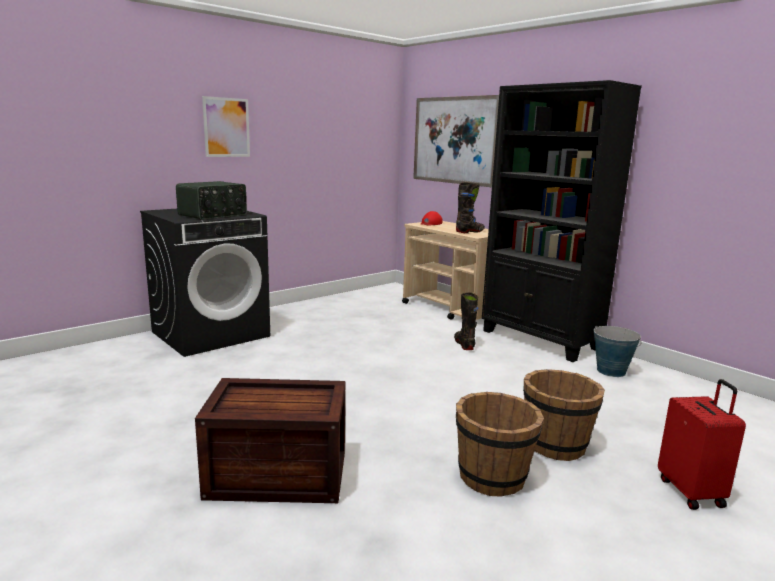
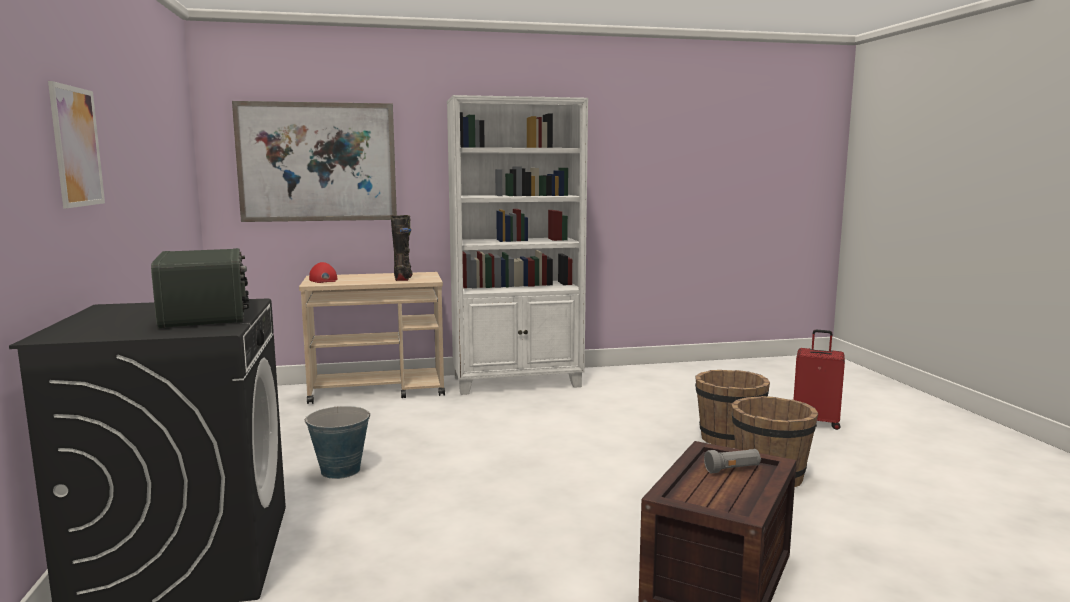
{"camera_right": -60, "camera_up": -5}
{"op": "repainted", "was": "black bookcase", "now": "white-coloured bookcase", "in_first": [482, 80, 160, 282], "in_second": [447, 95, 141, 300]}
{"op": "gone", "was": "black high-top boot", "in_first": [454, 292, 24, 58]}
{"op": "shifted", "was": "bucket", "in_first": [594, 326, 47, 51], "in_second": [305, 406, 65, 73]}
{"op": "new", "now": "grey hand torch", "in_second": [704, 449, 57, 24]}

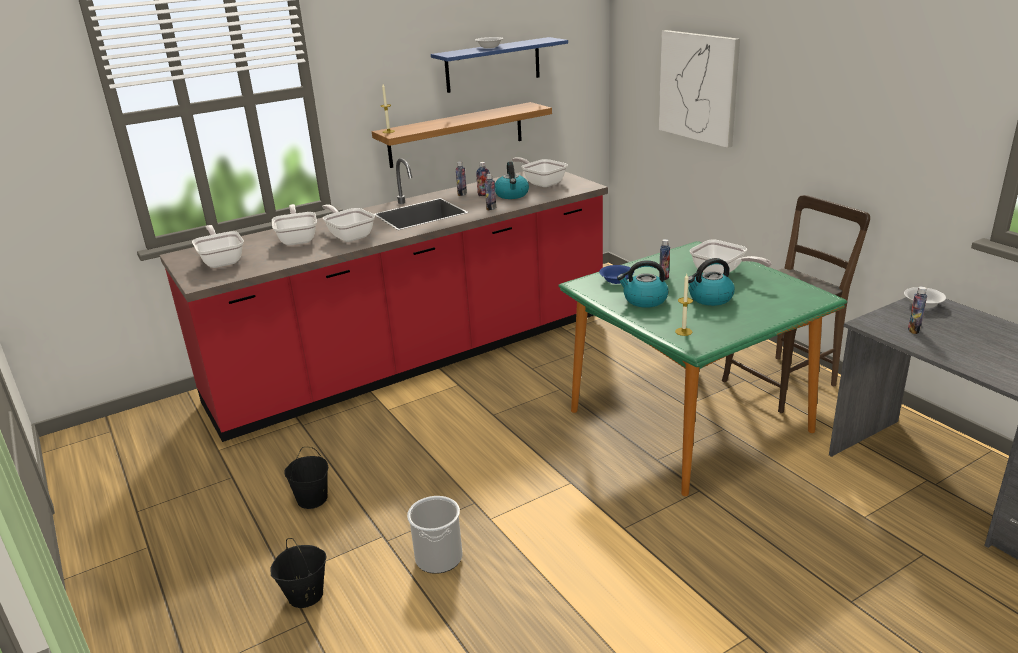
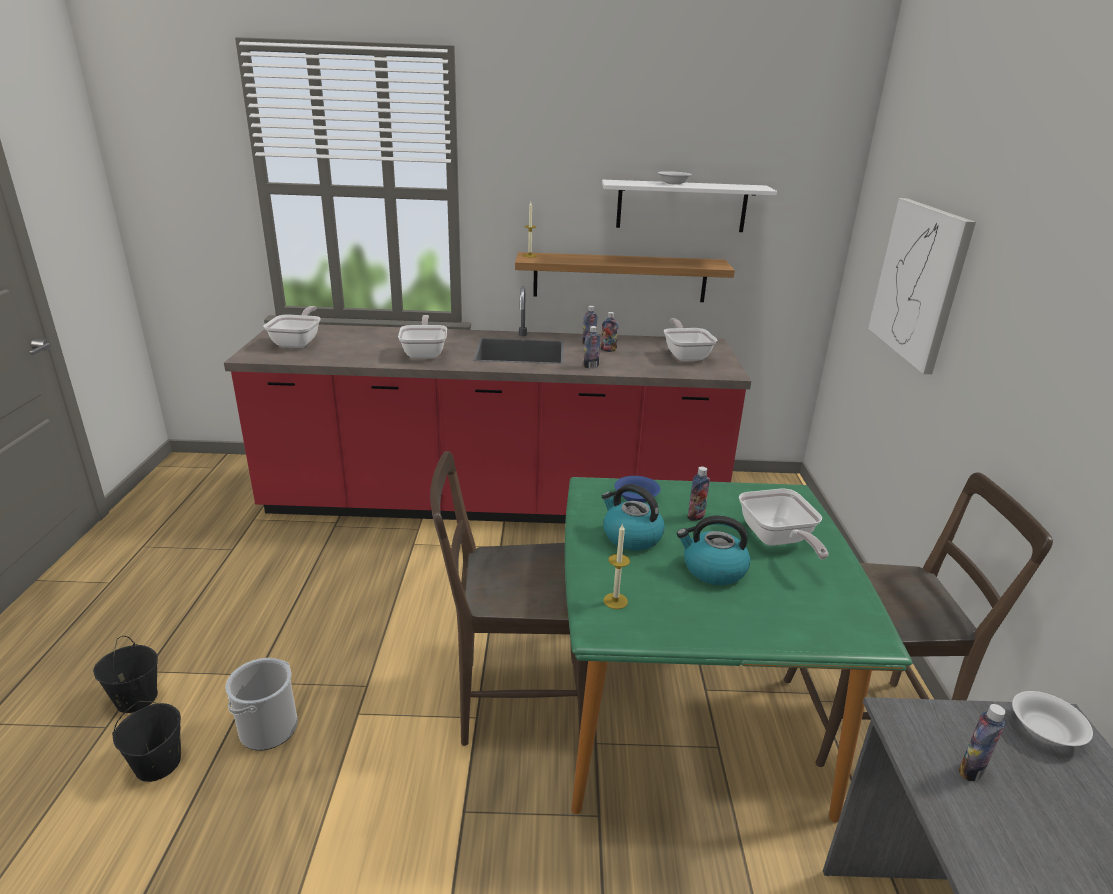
{"camera_right": 30, "camera_up": 0}
{"op": "repainted", "was": "bluish wall shelf", "now": "white-coloured wall shelf", "in_first": [431, 37, 137, 56], "in_second": [602, 180, 175, 52]}
{"op": "gone", "was": "tea kettle", "in_first": [495, 162, 34, 37]}
{"op": "gone", "was": "frying pan", "in_first": [272, 204, 45, 41]}
{"op": "shifted", "was": "black bucket", "in_first": [284, 447, 44, 62], "in_second": [112, 701, 69, 81]}
{"op": "new", "now": "brown chair", "in_second": [430, 451, 158, 295]}

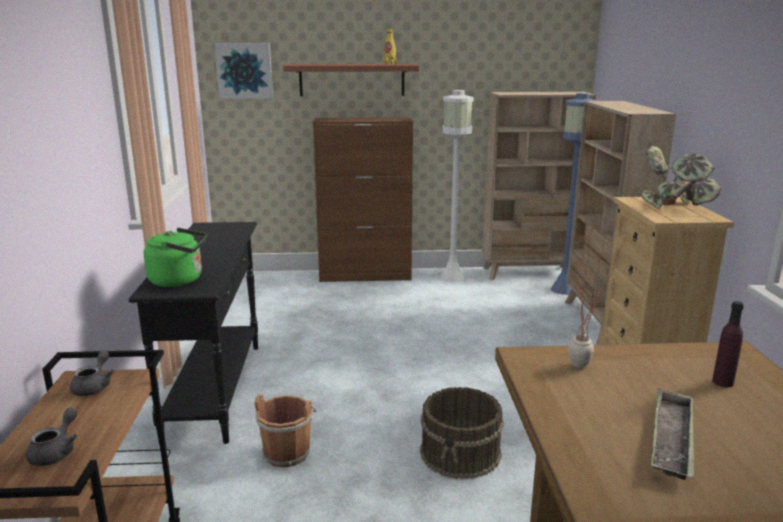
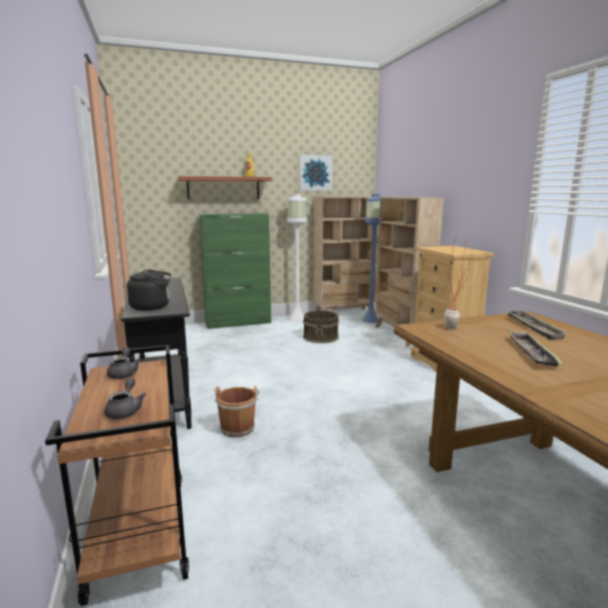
{"camera_right": -15, "camera_up": -5}
{"op": "shifted", "was": "wall picture", "in_first": [214, 43, 59, 56], "in_second": [299, 154, 34, 36]}
{"op": "repainted", "was": "brown storage cabinet", "now": "greenish storage cabinet", "in_first": [313, 117, 100, 165], "in_second": [199, 213, 72, 116]}
{"op": "gone", "was": "plant in a pot", "in_first": [640, 146, 81, 63]}
{"op": "repainted", "was": "greenish tea kettle", "now": "black tea kettle", "in_first": [144, 228, 63, 59], "in_second": [127, 269, 44, 42]}
{"op": "swapped", "was": "purplish drink bottle", "now": "carrying tray", "in_first": [712, 301, 32, 86], "in_second": [505, 310, 64, 30]}
{"op": "shifted", "was": "brown bucket", "in_first": [420, 387, 84, 92], "in_second": [303, 310, 36, 33]}

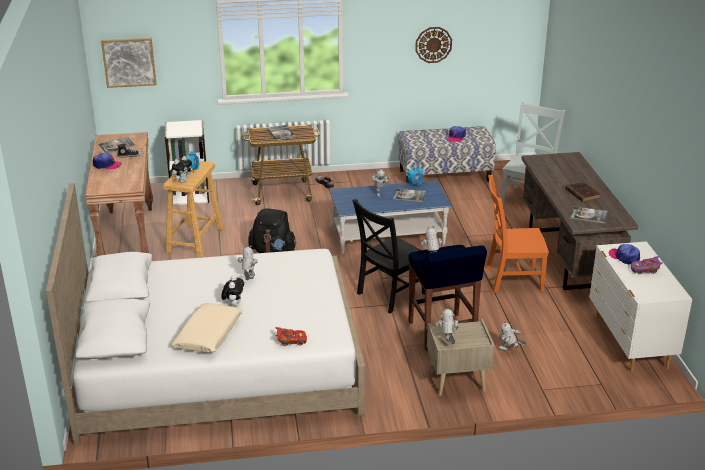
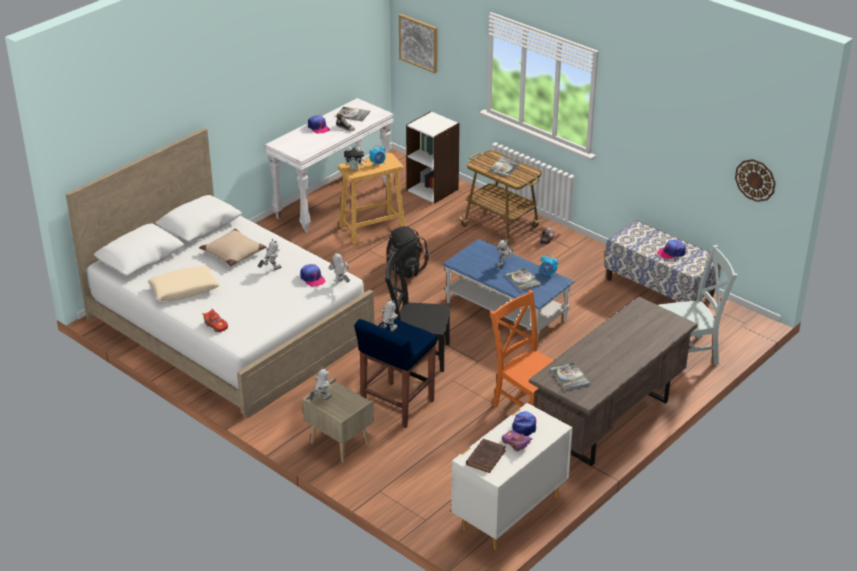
{"camera_right": 50, "camera_up": 5}
{"op": "shifted", "was": "clock on the wall", "in_first": [415, 27, 37, 36], "in_second": [735, 159, 41, 43]}
{"op": "repainted", "was": "brown console table", "now": "white-coloured console table", "in_first": [85, 132, 68, 124], "in_second": [265, 98, 129, 135]}
{"op": "shifted", "was": "brown bound book", "in_first": [565, 181, 36, 21], "in_second": [466, 438, 40, 35]}
{"op": "gone", "was": "cuddly toy", "in_first": [221, 275, 23, 32]}
{"op": "shifted", "was": "toy robot", "in_first": [497, 321, 30, 30], "in_second": [329, 251, 21, 32]}
{"op": "new", "now": "beige cushion", "in_second": [199, 229, 67, 37]}
{"op": "new", "now": "baseball cap", "in_second": [300, 264, 25, 23]}

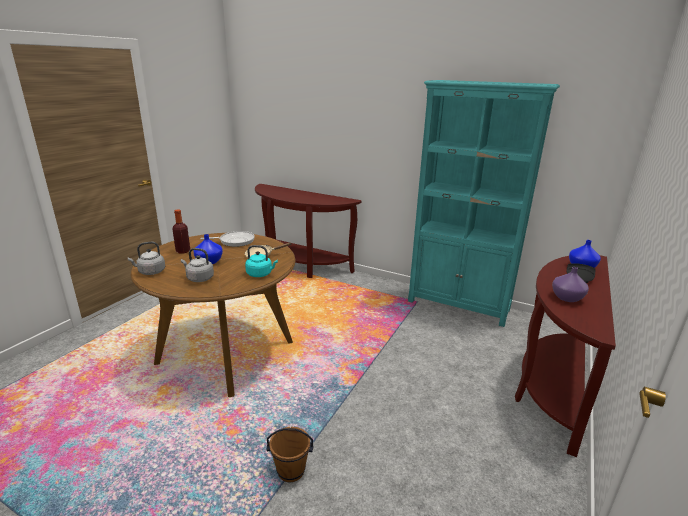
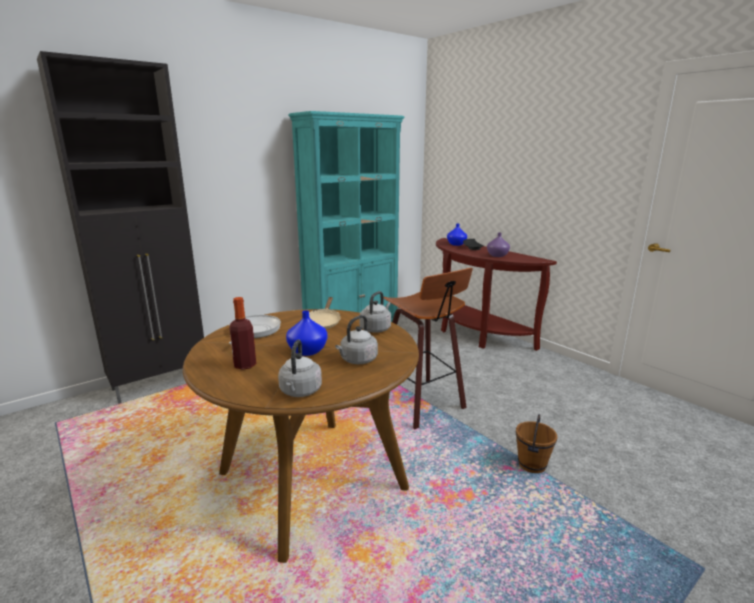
{"camera_right": -65, "camera_up": -5}
{"op": "swapped", "was": "brown console table", "now": "black storage cabinet", "in_first": [255, 184, 107, 94], "in_second": [37, 51, 167, 353]}
{"op": "repainted", "was": "turquoise-coloured tea kettle", "now": "grey tea kettle", "in_first": [245, 245, 33, 32], "in_second": [359, 291, 32, 42]}
{"op": "new", "now": "stool", "in_second": [384, 268, 89, 161]}

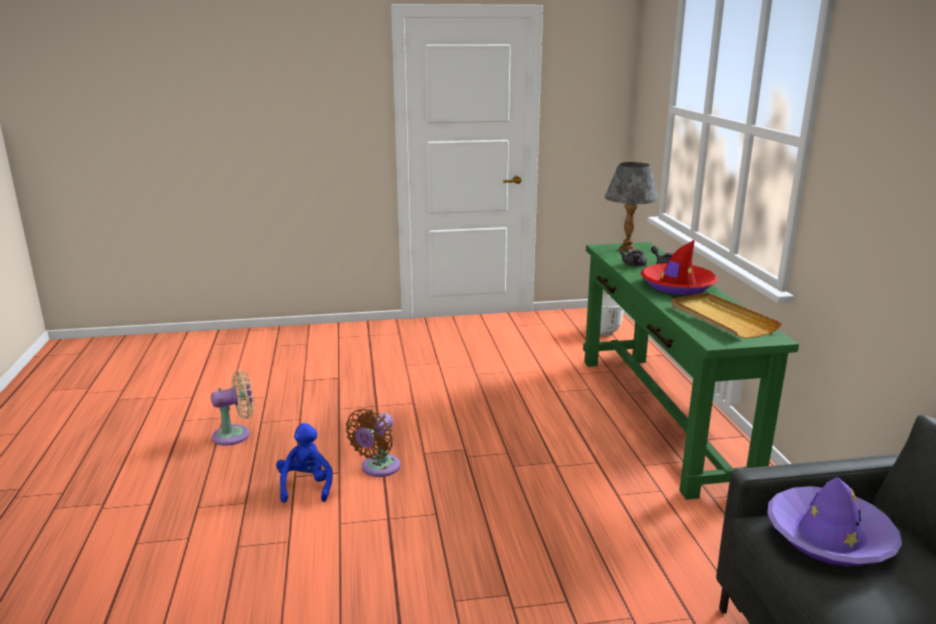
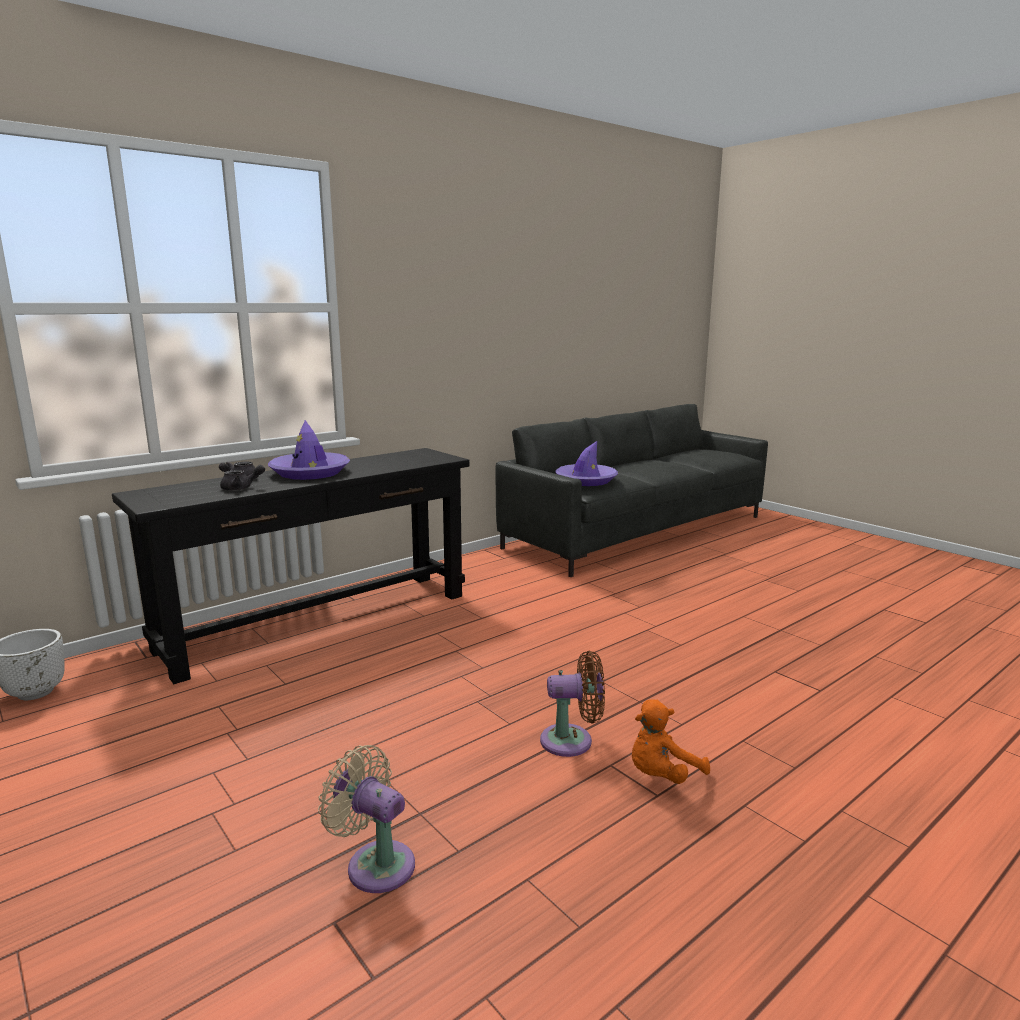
{"camera_right": -120, "camera_up": -5}
{"op": "gone", "was": "grey lamp for a table", "in_first": [605, 162, 54, 90]}
{"op": "repainted", "was": "reddish wearable hat", "now": "purplish wearable hat", "in_first": [641, 239, 77, 56], "in_second": [268, 420, 82, 60]}
{"op": "repainted", "was": "greenish console table", "now": "black console table", "in_first": [583, 242, 216, 258], "in_second": [112, 448, 357, 236]}
{"op": "gone", "was": "beige carrying tray", "in_first": [671, 293, 111, 46]}
{"op": "shifted", "was": "beige cooling fan", "in_first": [211, 371, 43, 75], "in_second": [318, 745, 97, 148]}
{"op": "repainted", "was": "bluish cuddly toy", "now": "orangey cuddly toy", "in_first": [276, 423, 57, 80], "in_second": [632, 699, 78, 85]}

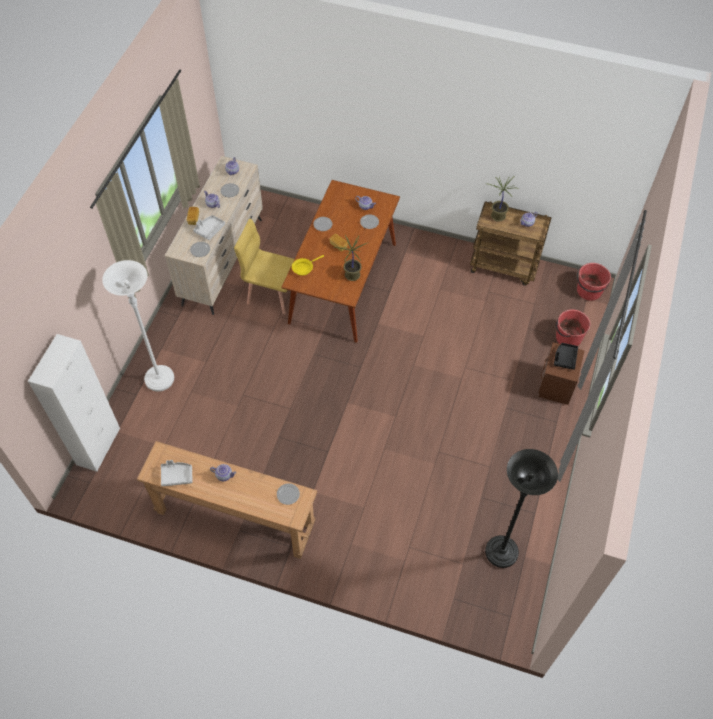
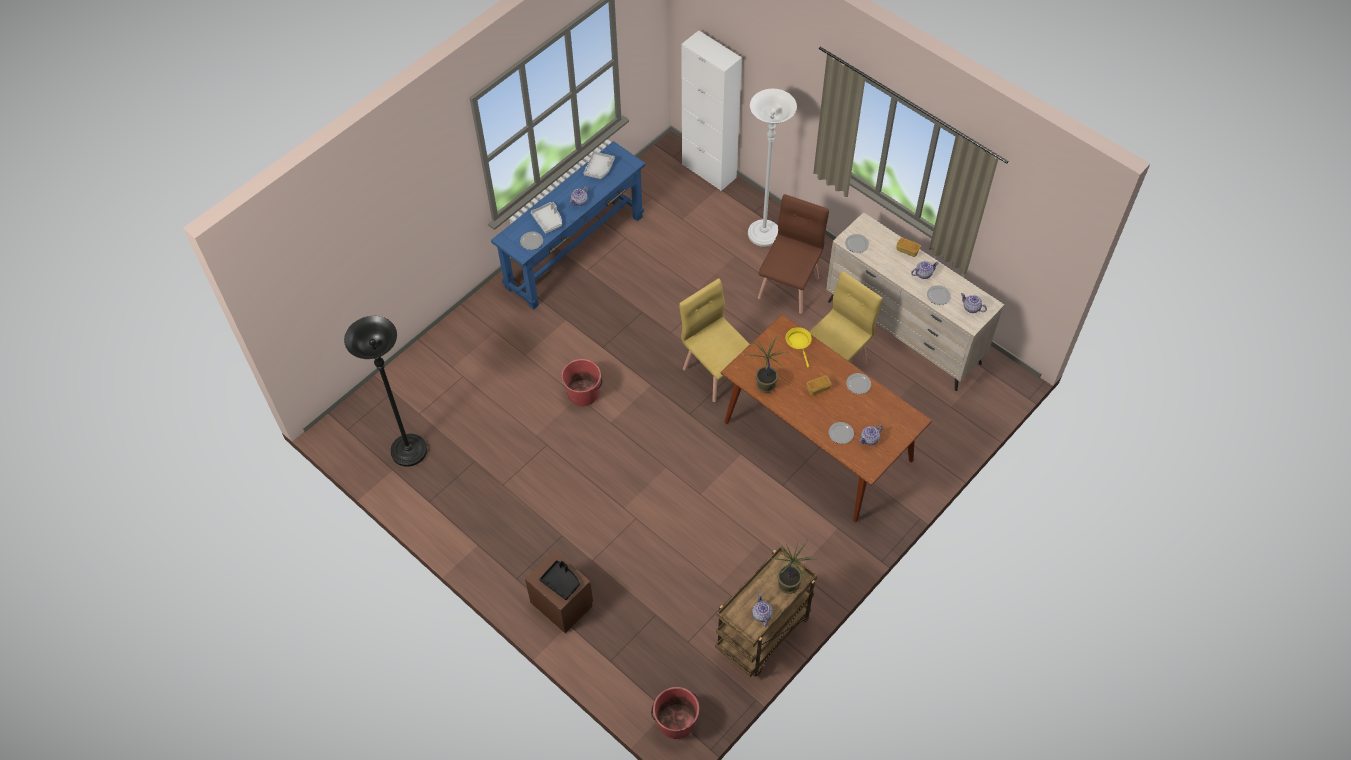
{"camera_right": 115, "camera_up": 0}
{"op": "shifted", "was": "grey carrying tray", "in_first": [193, 215, 32, 25], "in_second": [531, 202, 31, 32]}
{"op": "shifted", "was": "reddish bucket", "in_first": [556, 309, 35, 37], "in_second": [561, 359, 42, 47]}
{"op": "repainted", "was": "brown console table", "now": "bluish console table", "in_first": [137, 441, 180, 118], "in_second": [491, 141, 154, 169]}
{"op": "new", "now": "brown chair", "in_second": [758, 194, 71, 120]}
{"op": "new", "now": "yellow chair", "in_second": [679, 278, 71, 124]}

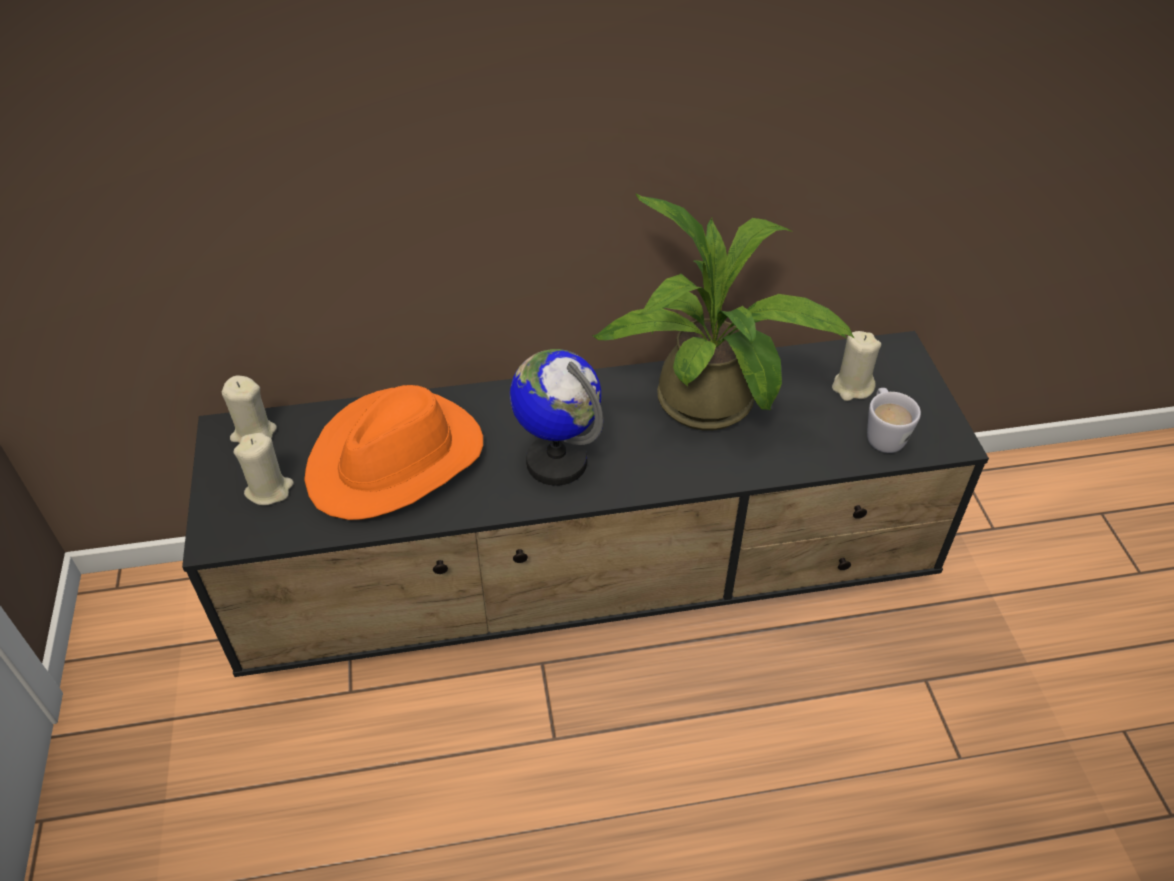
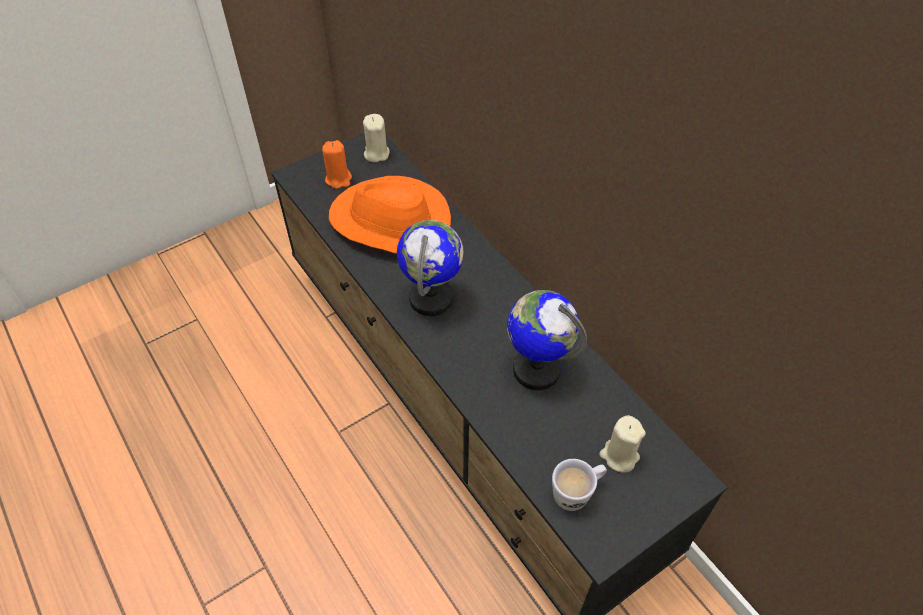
{"camera_right": 65, "camera_up": 5}
{"op": "swapped", "was": "plant in a pot", "now": "globe", "in_first": [592, 193, 263, 237], "in_second": [507, 290, 80, 100]}
{"op": "repainted", "was": "beige wax candle", "now": "orangey wax candle", "in_first": [234, 433, 60, 72], "in_second": [322, 140, 30, 49]}

